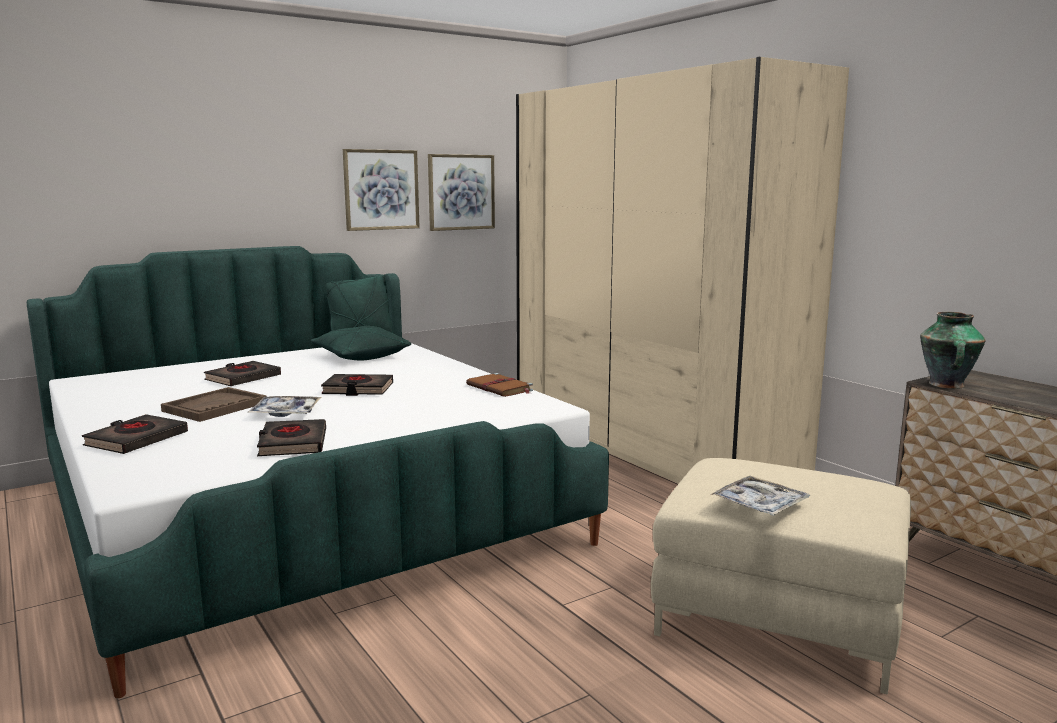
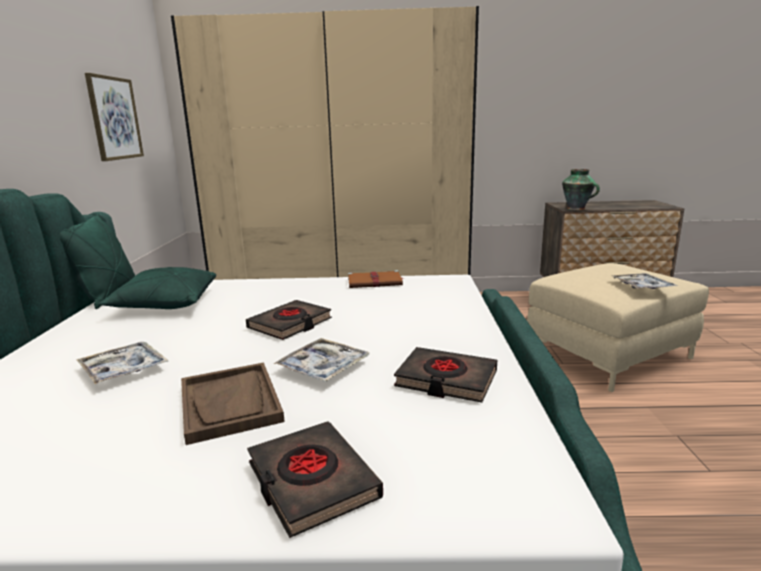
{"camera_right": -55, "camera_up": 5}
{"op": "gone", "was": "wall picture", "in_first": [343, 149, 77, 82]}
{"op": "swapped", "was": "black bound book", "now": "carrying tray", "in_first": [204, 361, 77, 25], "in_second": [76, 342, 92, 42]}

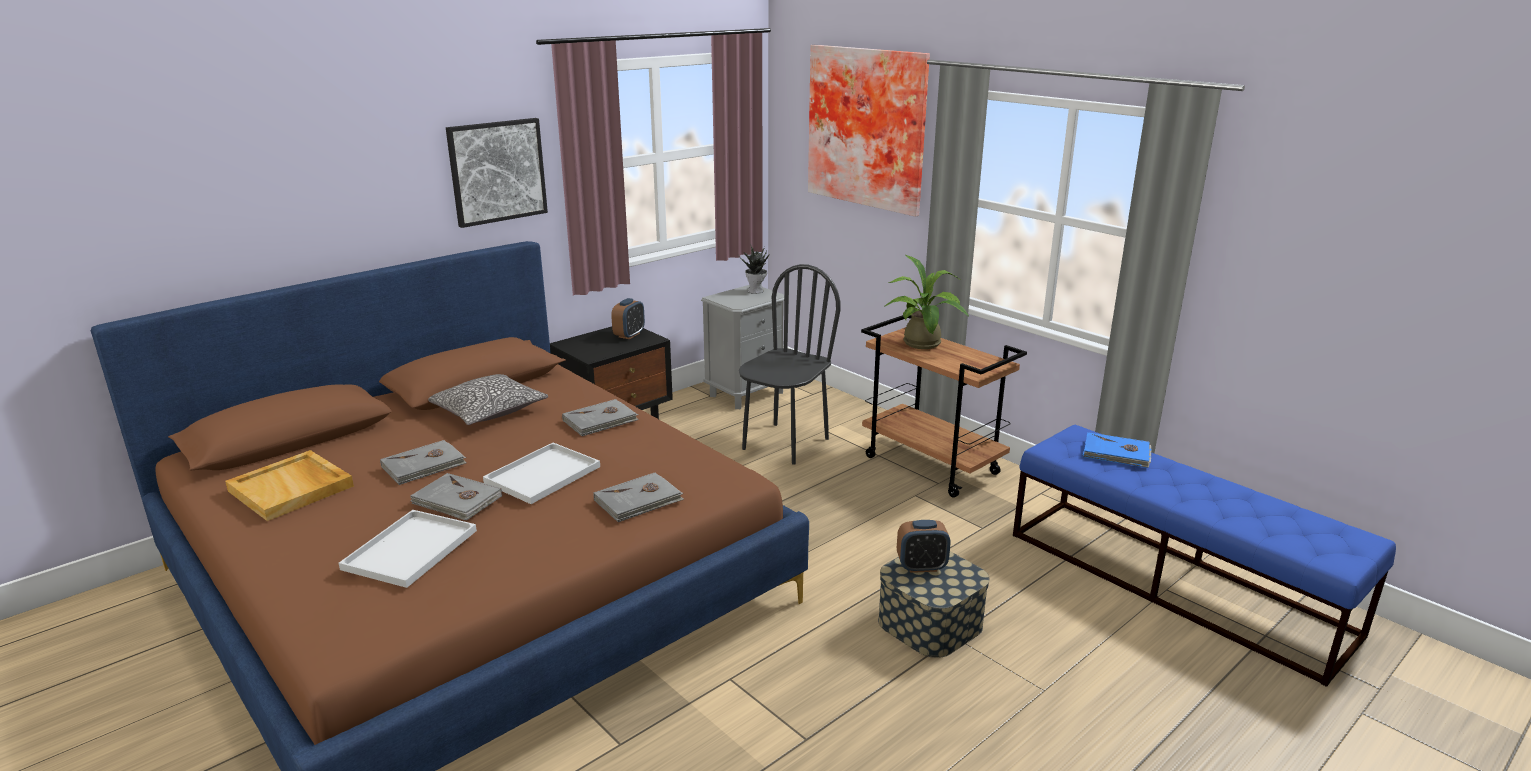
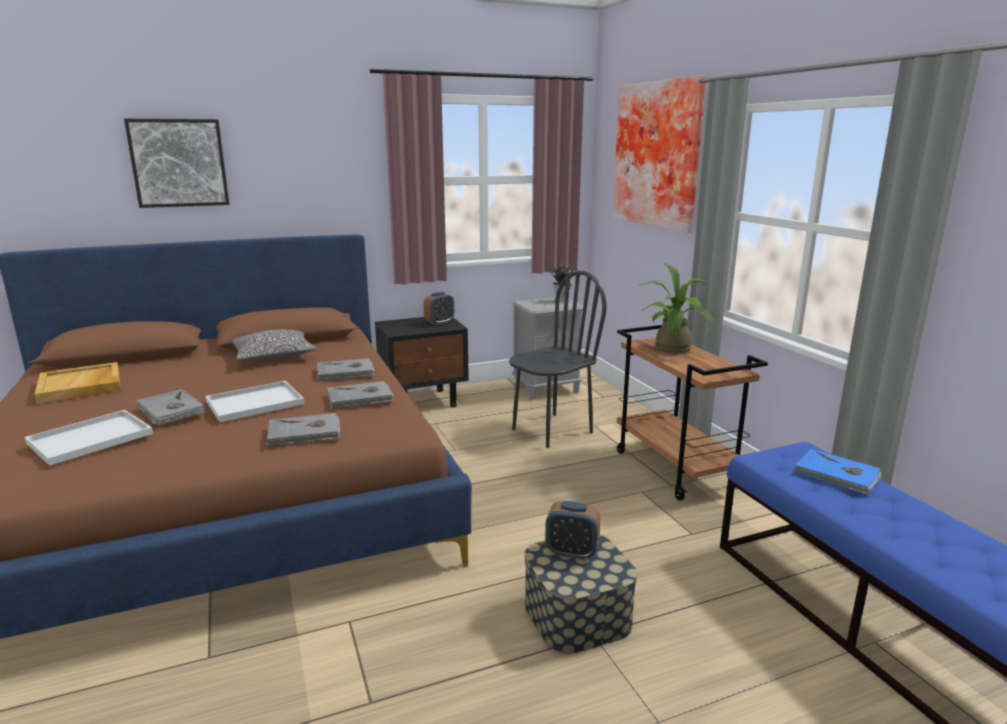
{"camera_right": 20, "camera_up": -5}
{"op": "shifted", "was": "wall picture", "in_first": [446, 118, 102, 110], "in_second": [124, 119, 105, 89]}
{"op": "shifted", "was": "grey bound book", "in_first": [380, 440, 86, 45], "in_second": [327, 381, 67, 29]}

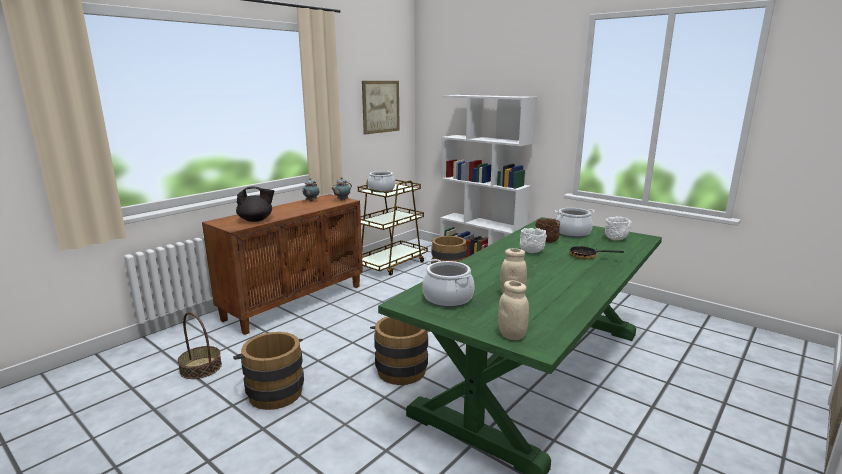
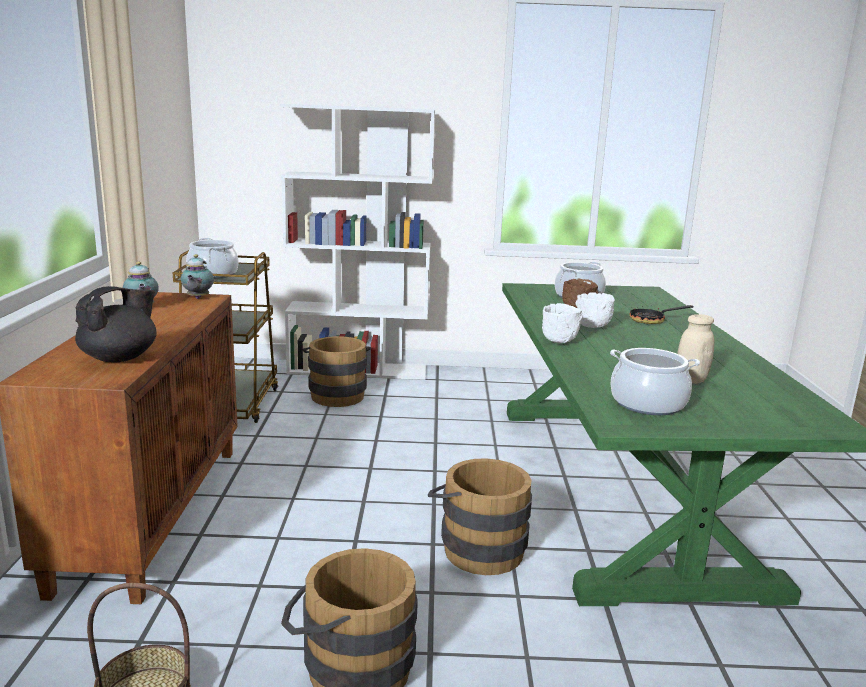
{"camera_right": -40, "camera_up": 0}
{"op": "gone", "was": "wall picture", "in_first": [362, 81, 38, 53]}
{"op": "shifted", "was": "white-coloured deep dish", "in_first": [605, 216, 26, 24], "in_second": [542, 303, 41, 40]}
{"op": "gone", "was": "beige preserve jar", "in_first": [498, 280, 31, 60]}

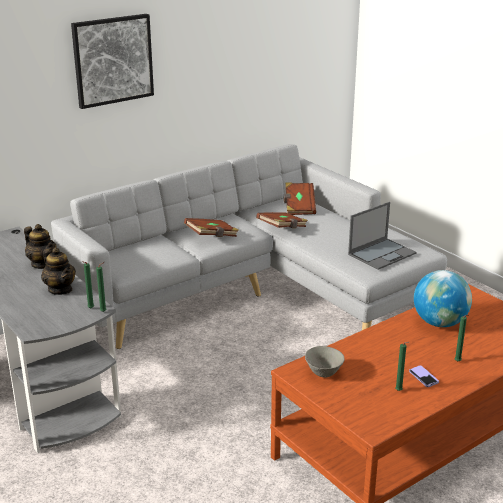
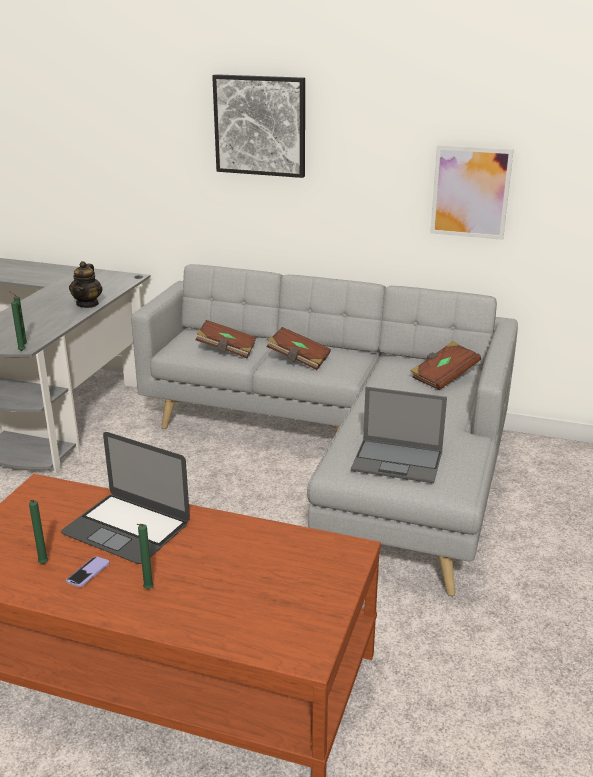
{"camera_right": 55, "camera_up": 0}
{"op": "shifted", "was": "brown bound book", "in_first": [256, 212, 52, 16], "in_second": [196, 320, 60, 38]}
{"op": "gone", "was": "teapot", "in_first": [41, 247, 35, 48]}
{"op": "gone", "was": "globe", "in_first": [414, 270, 58, 57]}
{"op": "gone", "was": "grey deep dish", "in_first": [305, 346, 40, 32]}
{"op": "new", "now": "wall picture", "in_second": [430, 145, 84, 95]}
{"op": "new", "now": "laptop", "in_second": [61, 432, 129, 132]}

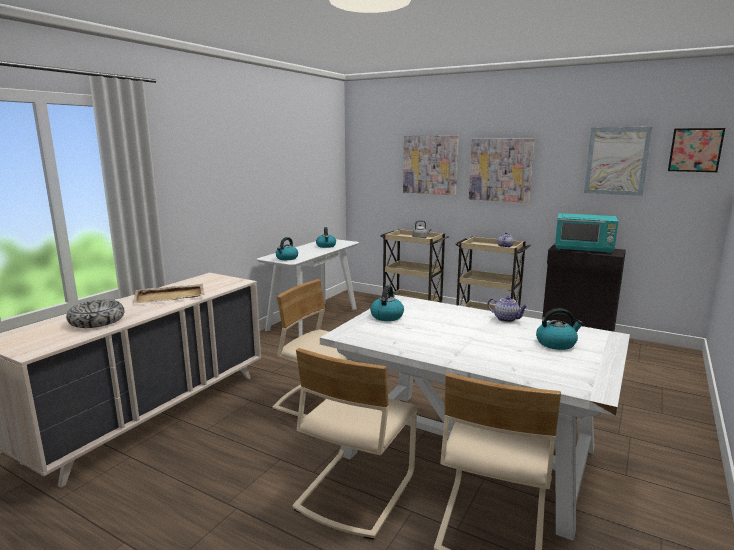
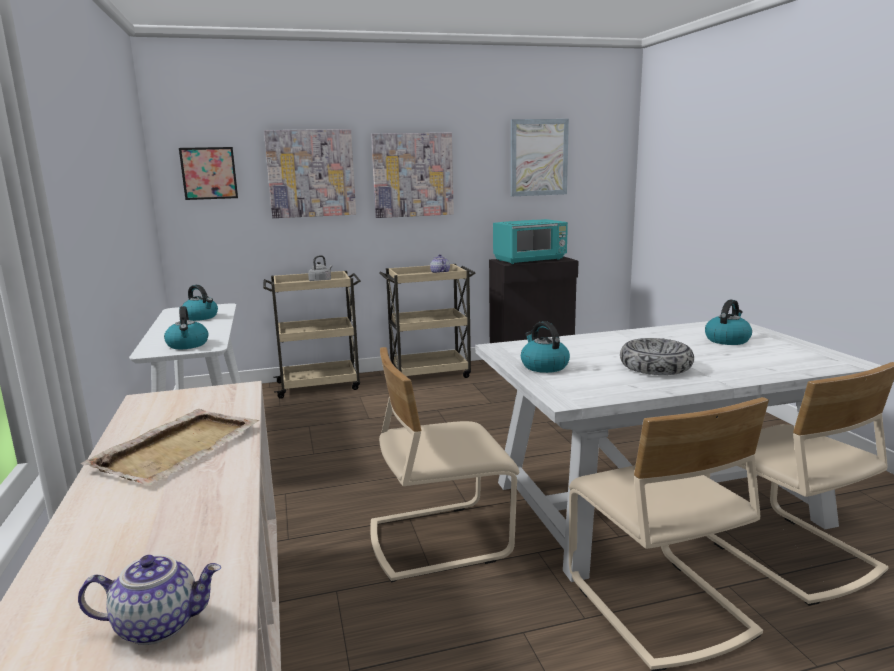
{"camera_right": -45, "camera_up": 0}
{"op": "shifted", "was": "wall picture", "in_first": [668, 128, 57, 44], "in_second": [179, 147, 59, 53]}
{"op": "shifted", "was": "teapot", "in_first": [488, 296, 40, 26], "in_second": [78, 555, 143, 90]}
{"op": "shifted", "was": "deep dish", "in_first": [66, 299, 58, 29], "in_second": [620, 338, 74, 37]}

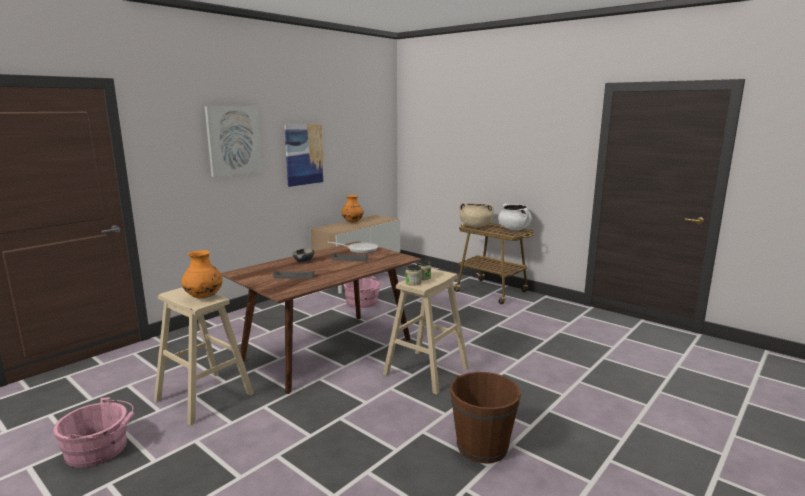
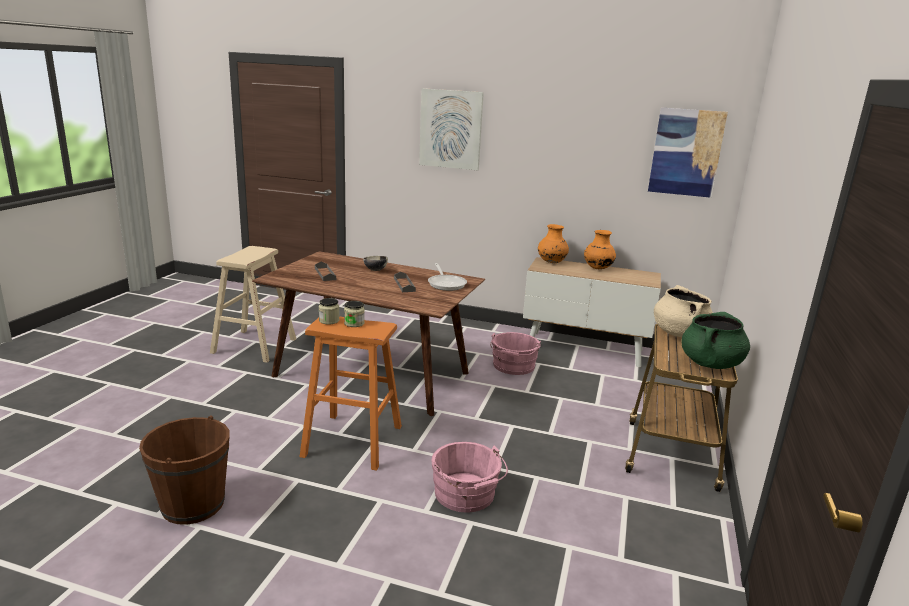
{"camera_right": 65, "camera_up": 5}
{"op": "shifted", "was": "wall picture", "in_first": [284, 124, 40, 63], "in_second": [648, 108, 80, 90]}
{"op": "repainted", "was": "white-coloured stockpot", "now": "greenish stockpot", "in_first": [498, 204, 34, 27], "in_second": [681, 312, 69, 57]}
{"op": "shifted", "was": "orangey flower vase", "in_first": [181, 250, 41, 49], "in_second": [538, 224, 31, 39]}
{"op": "repainted", "was": "beige stool", "now": "orangey stool", "in_first": [383, 269, 86, 126], "in_second": [299, 316, 103, 155]}
{"op": "shifted", "was": "pinkish bucket", "in_first": [53, 397, 81, 71], "in_second": [431, 442, 77, 70]}

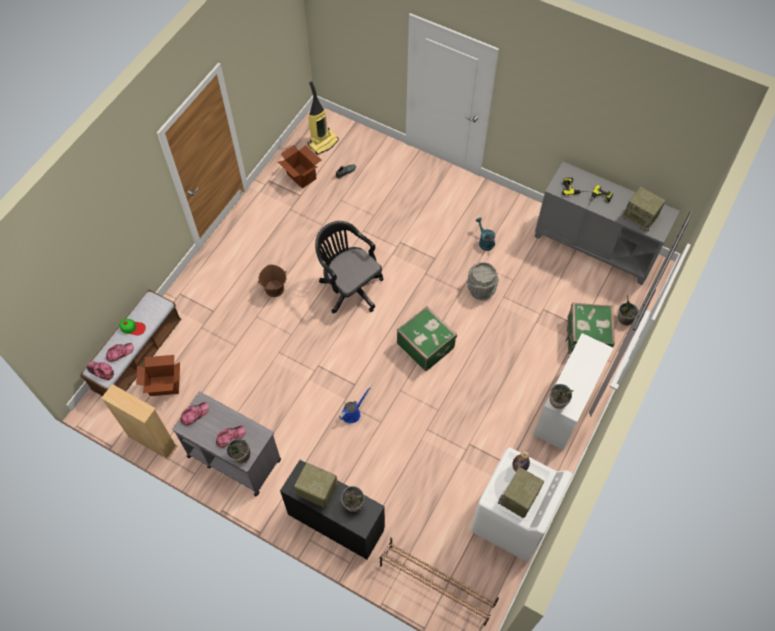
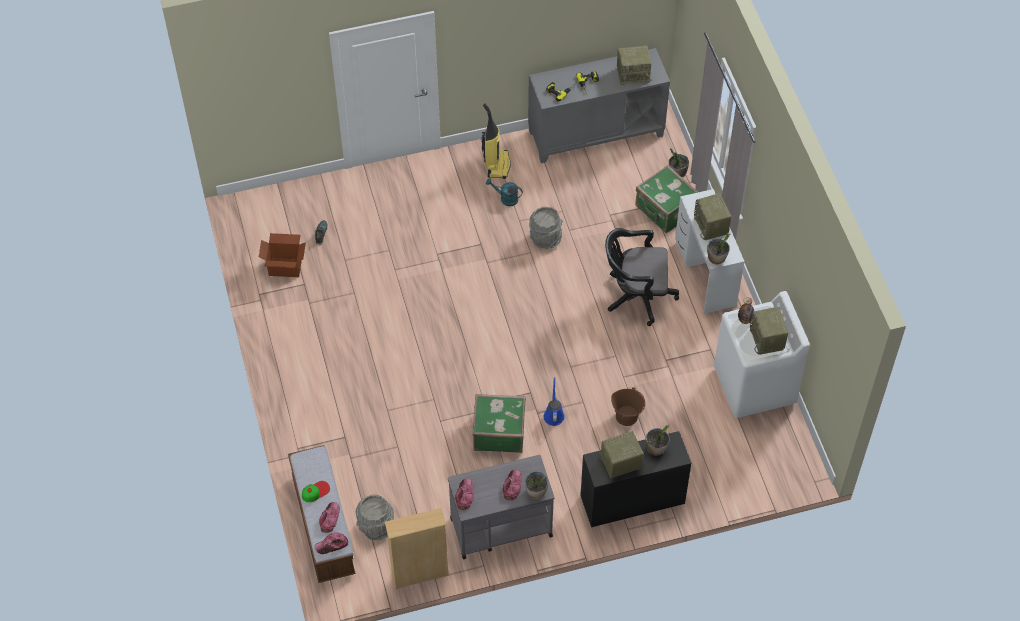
{"camera_right": -45, "camera_up": -5}
{"op": "shifted", "was": "hoover", "in_first": [308, 81, 31, 74], "in_second": [481, 103, 30, 76]}
{"op": "shifted", "was": "black office chair", "in_first": [315, 221, 69, 92], "in_second": [605, 228, 74, 98]}
{"op": "shifted", "was": "brown bucket", "in_first": [258, 264, 29, 33], "in_second": [611, 387, 34, 39]}
{"op": "shifted", "was": "greenish piece of luggage", "in_first": [397, 306, 60, 65], "in_second": [472, 394, 54, 59]}
{"op": "swapped", "was": "carton", "now": "grey bucket", "in_first": [136, 355, 44, 41], "in_second": [355, 495, 39, 45]}
{"op": "gone", "was": "brown shoe shelf", "in_first": [380, 537, 119, 89]}
{"op": "new", "now": "radio", "in_second": [694, 193, 38, 47]}

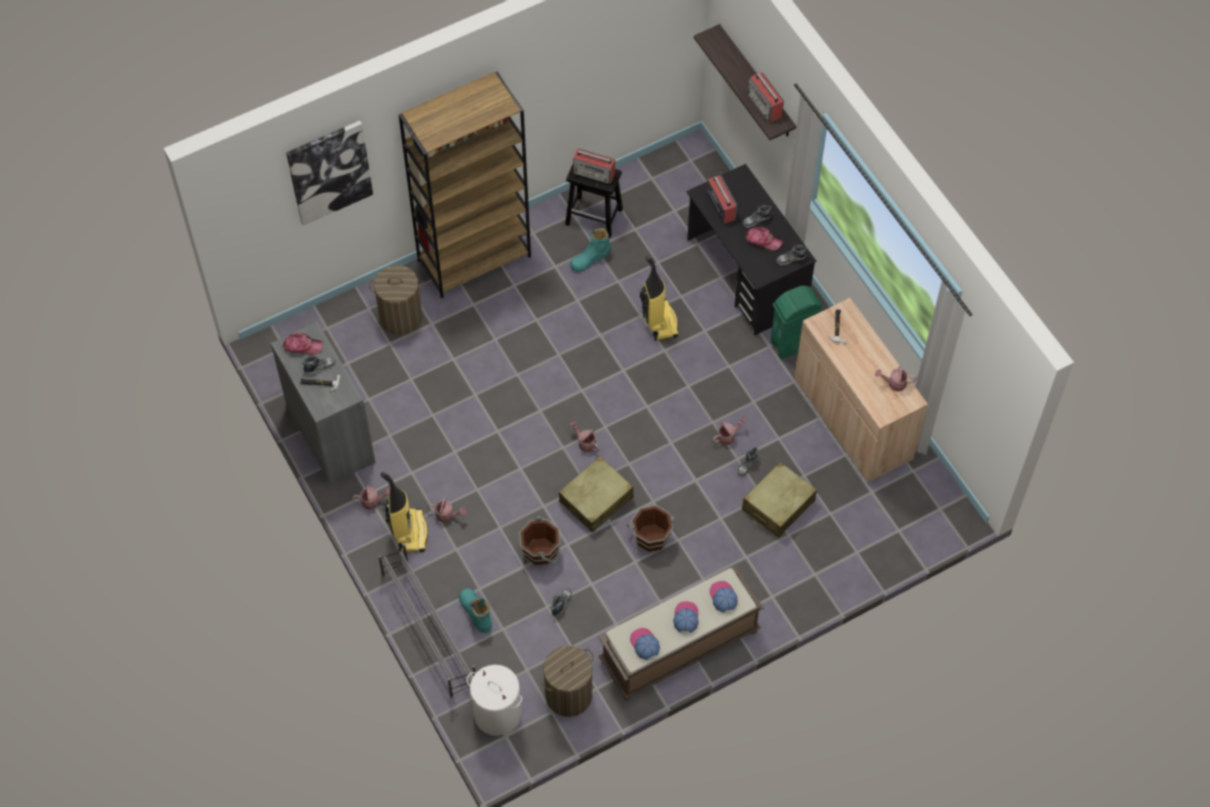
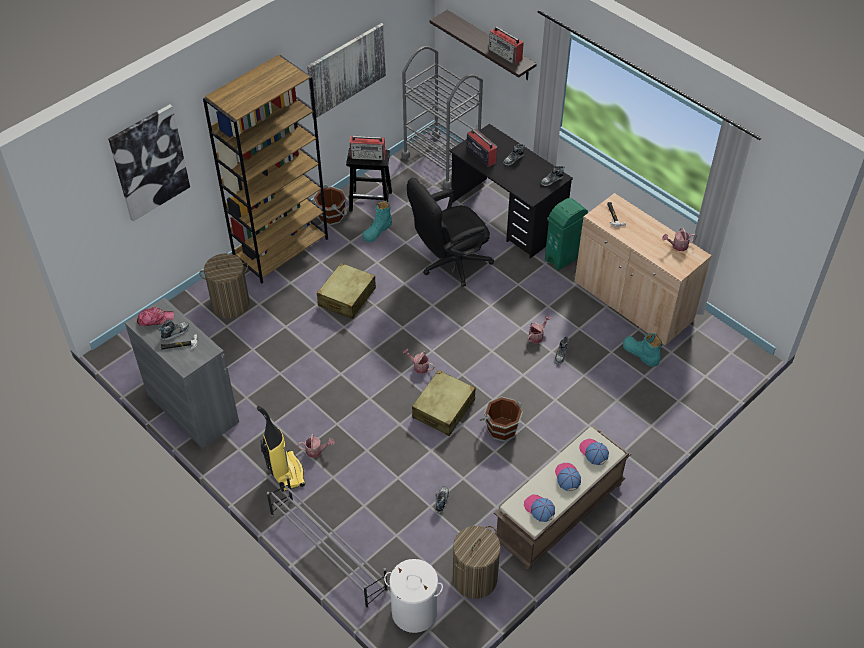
{"camera_right": -15, "camera_up": -10}
{"op": "gone", "was": "baseball cap", "in_first": [745, 227, 38, 24]}
{"op": "swapped", "was": "hoover", "now": "black office chair", "in_first": [640, 256, 39, 85], "in_second": [407, 178, 87, 109]}
{"op": "shifted", "was": "beige piece of luggage", "in_first": [742, 462, 75, 75], "in_second": [317, 263, 59, 56]}
{"op": "gone", "was": "watering can", "in_first": [352, 485, 38, 25]}
{"op": "shifted", "was": "brown bucket", "in_first": [519, 516, 42, 51], "in_second": [313, 185, 34, 40]}
{"op": "shifted", "was": "turquoise-coloured high-top boot", "in_first": [459, 588, 33, 45], "in_second": [623, 333, 40, 34]}
{"op": "new", "now": "wall picture", "in_second": [307, 23, 79, 95]}
{"op": "new", "now": "grey cart", "in_second": [402, 46, 81, 143]}

